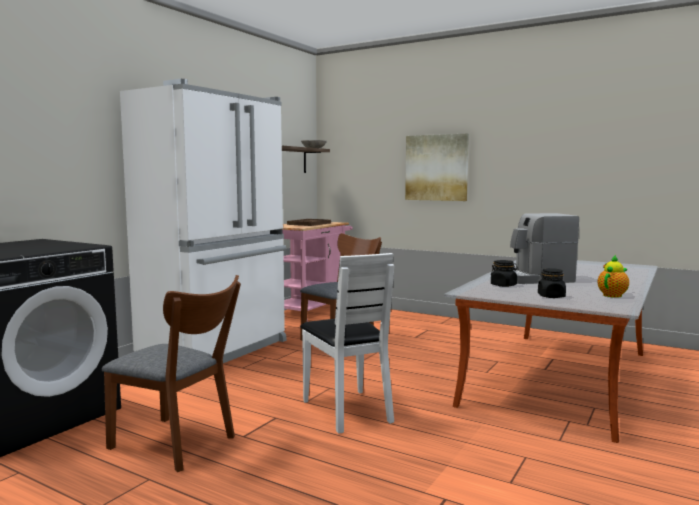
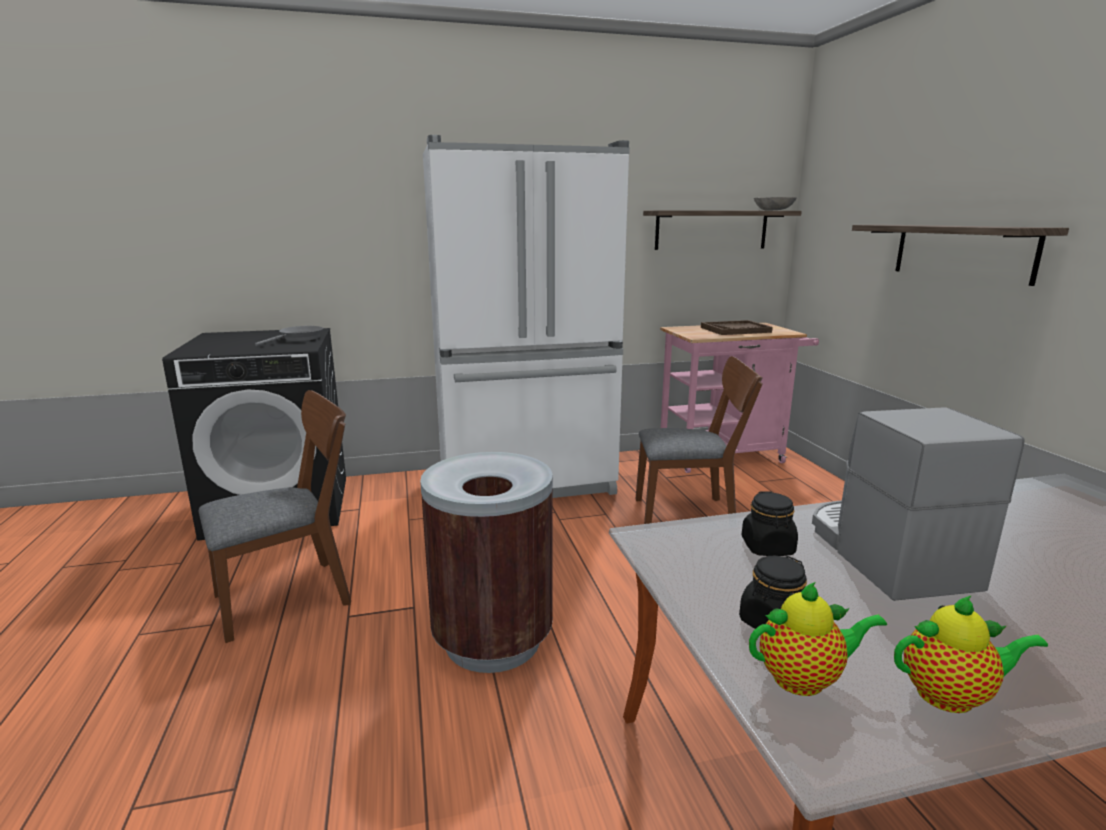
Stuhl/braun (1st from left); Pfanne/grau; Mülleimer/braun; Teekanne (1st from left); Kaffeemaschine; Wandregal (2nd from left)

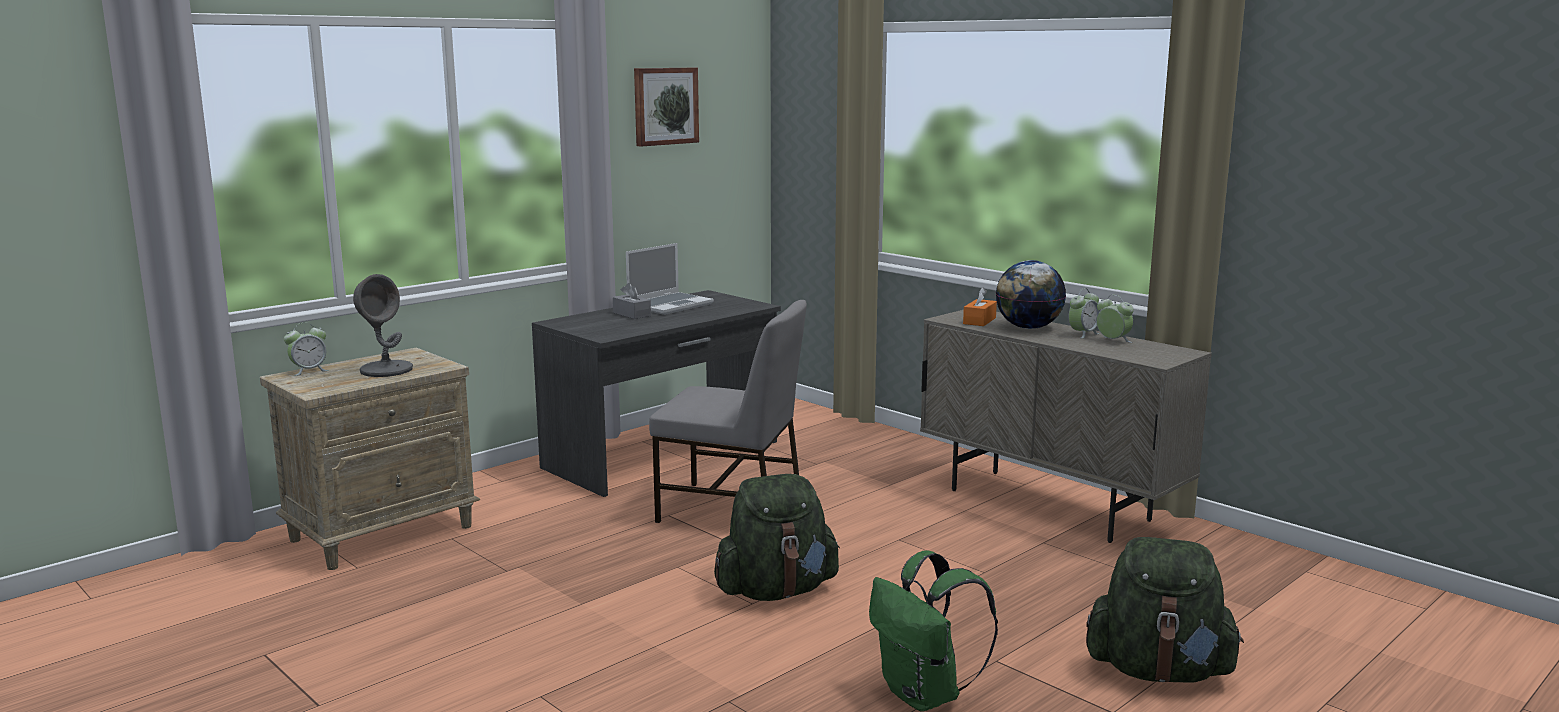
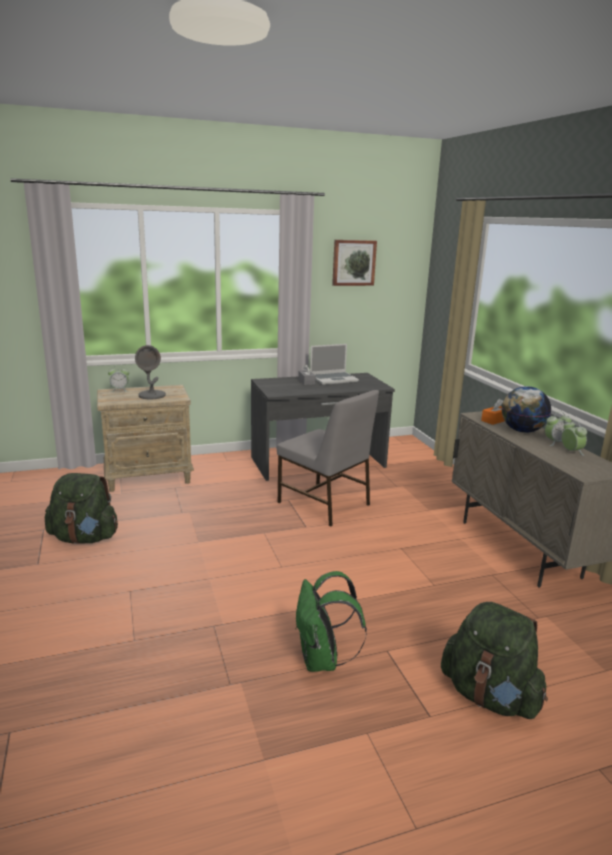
Rucksack/grün (1st from left)

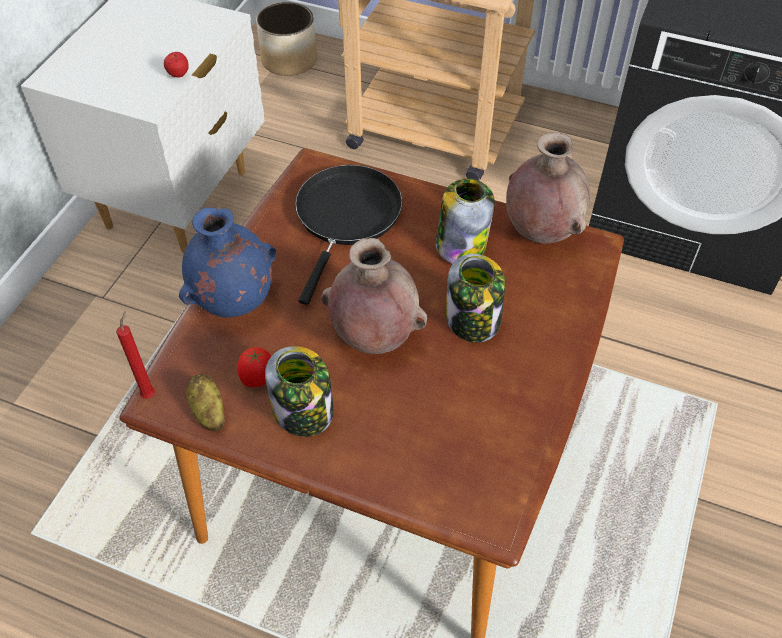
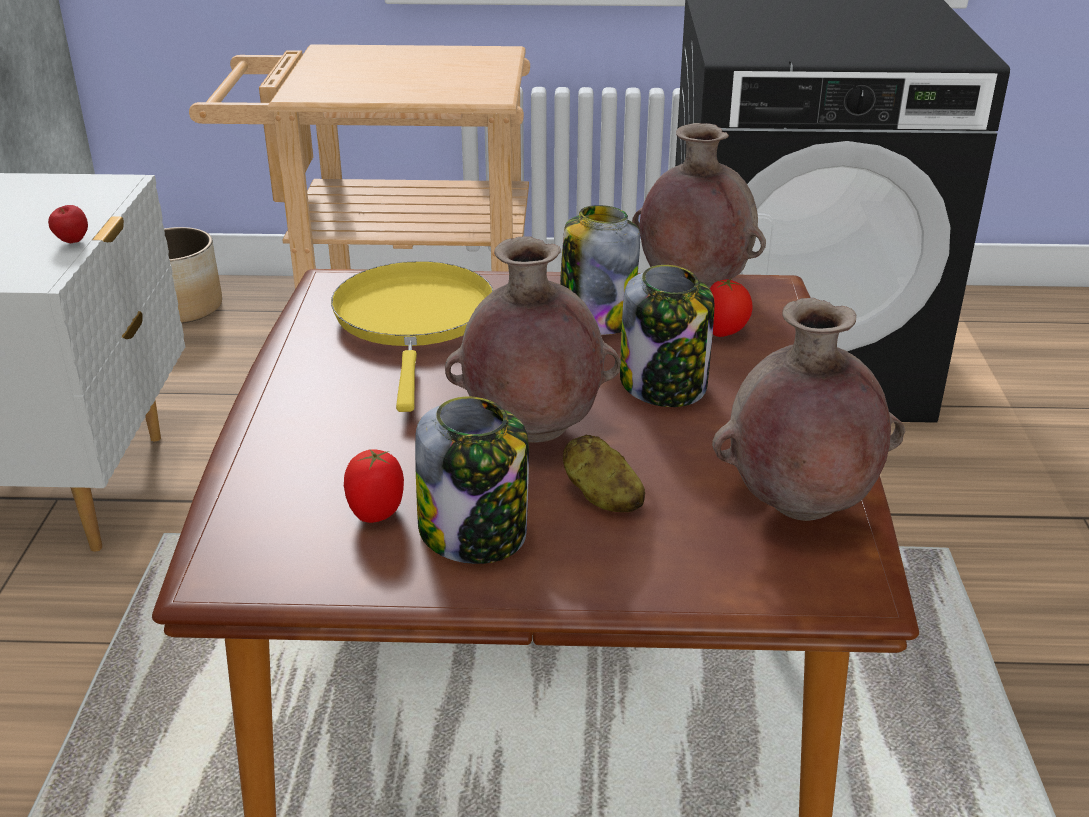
Pfanne/gelb; Kartoffel; Tomate (2nd from left); Vase/braun (3rd from left); Kerze/rot; Vase/blau

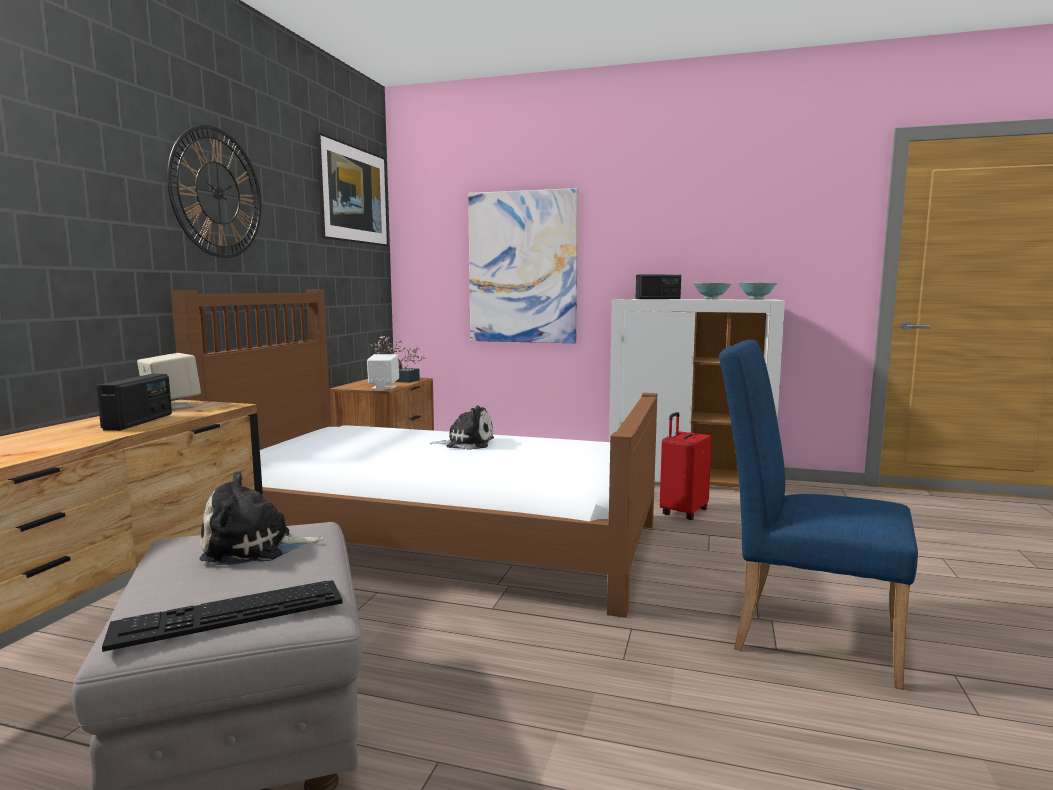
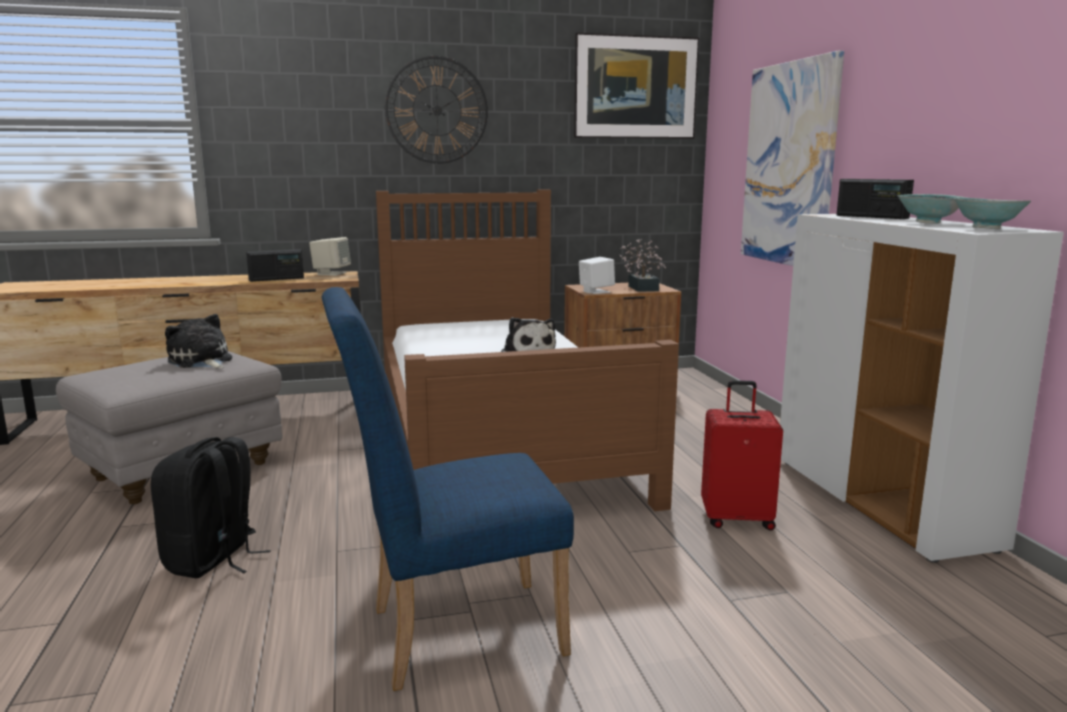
Rucksack/schwarz; Stuhl/blau; Tastatur

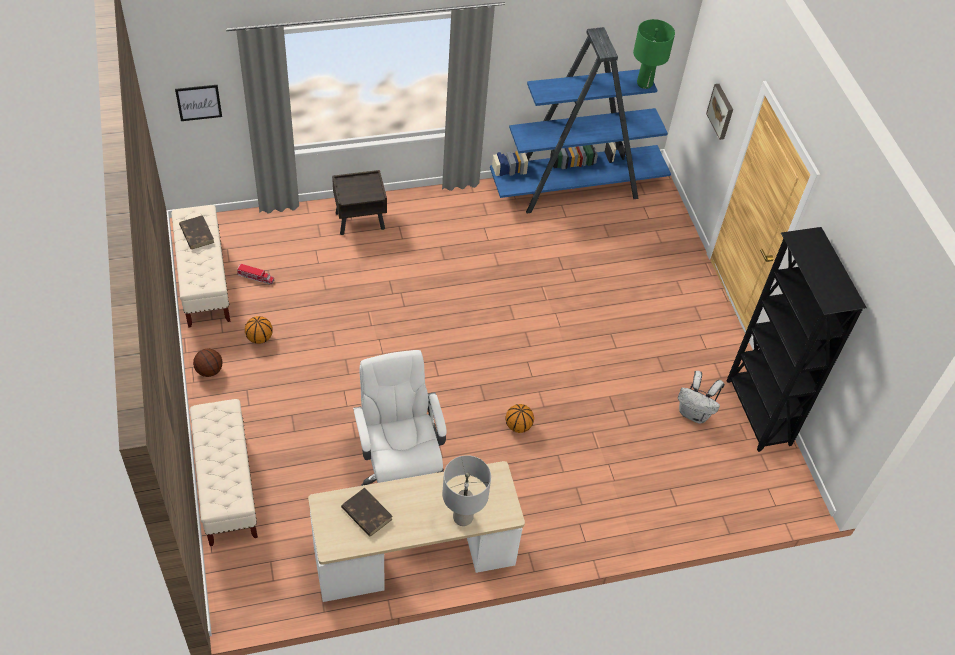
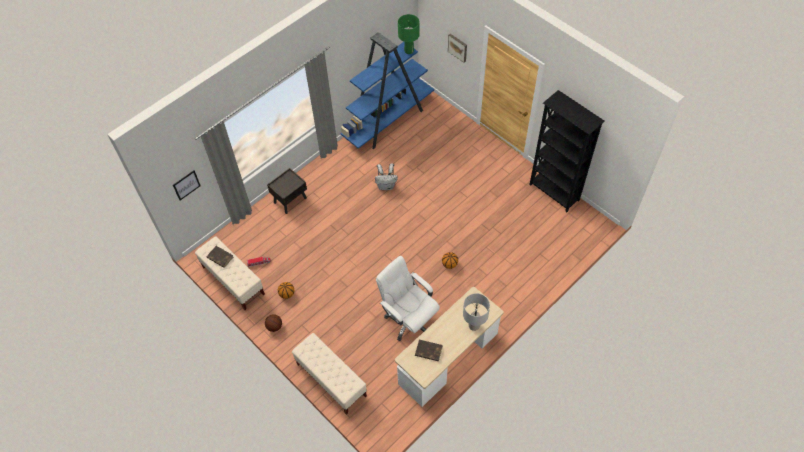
Rucksack/weiß

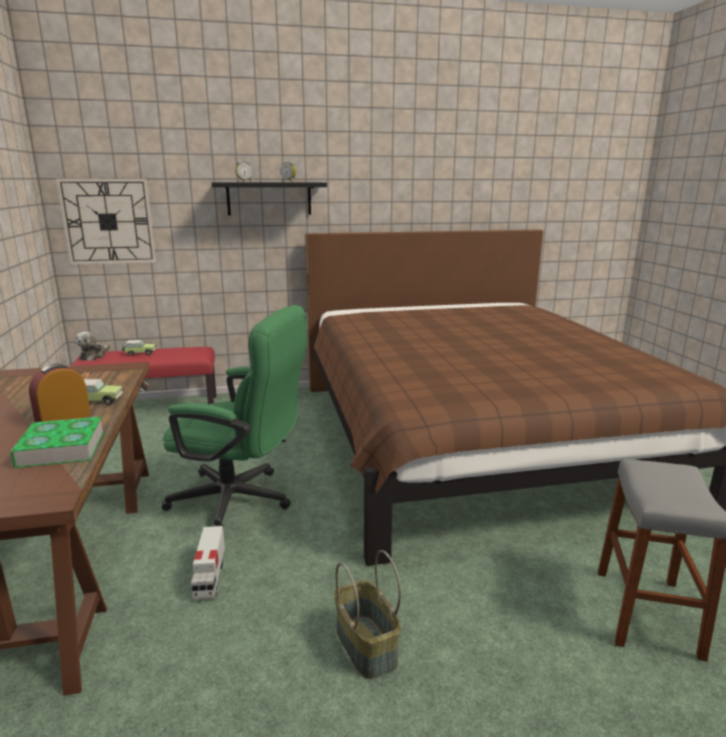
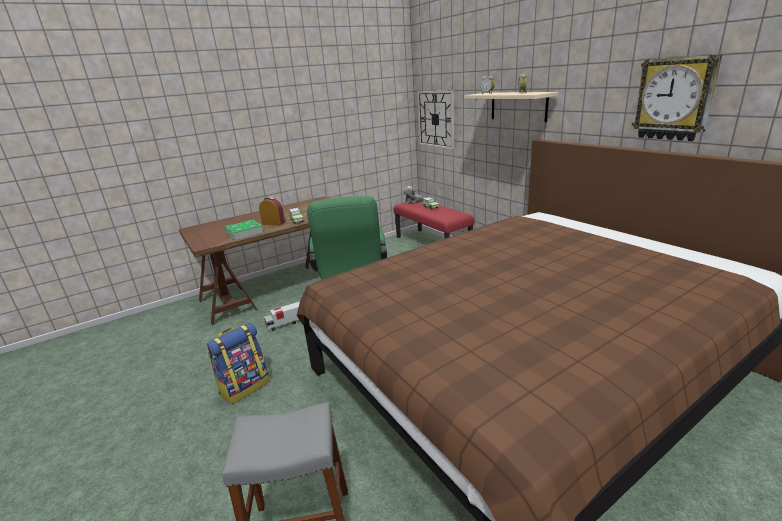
Rucksack; Wandregal/beige; Wanduhr (2nd from left)

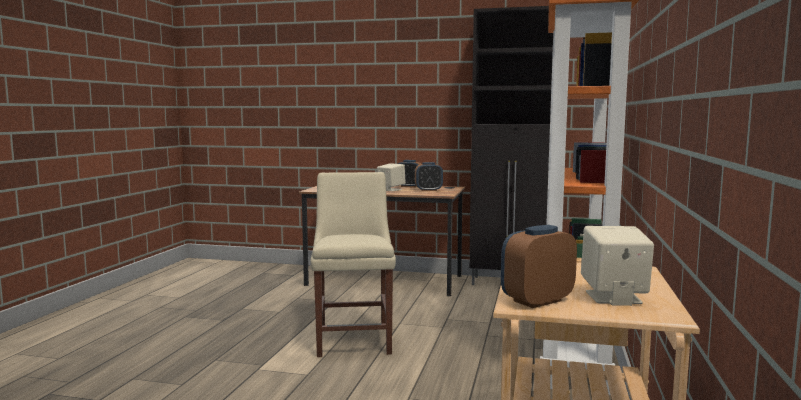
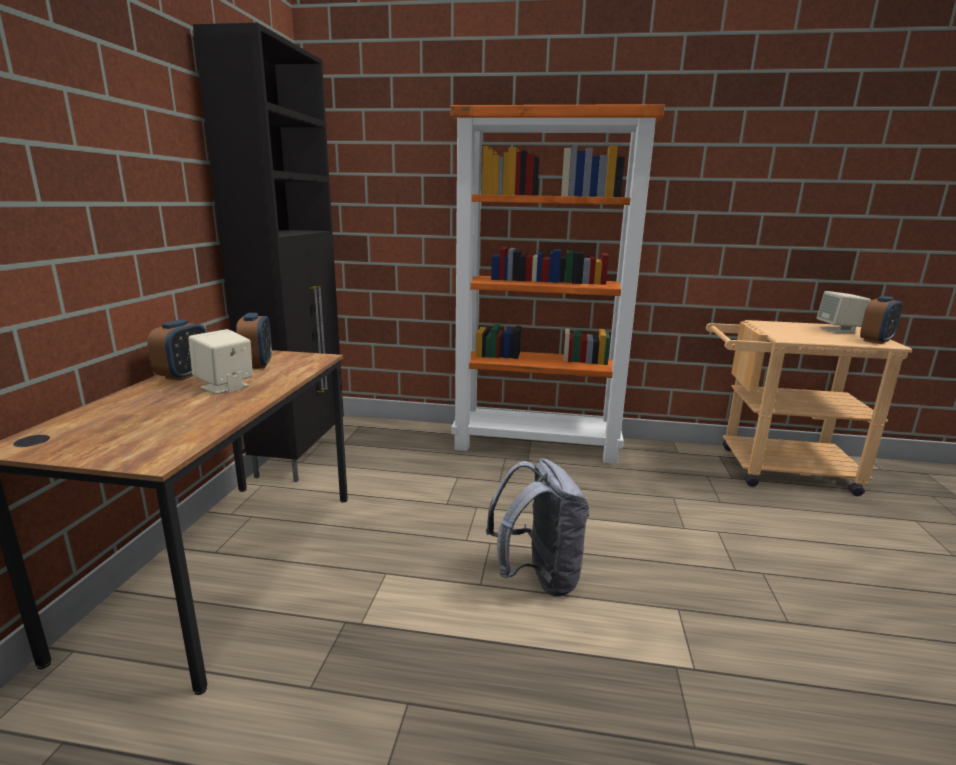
Rucksack/grau; Wecker (3rd from left)

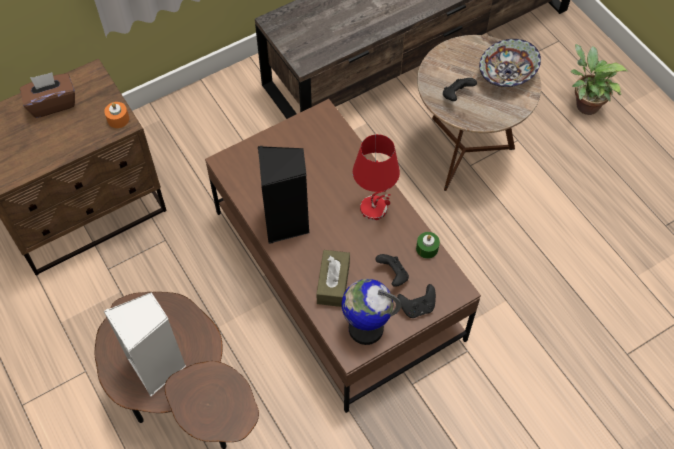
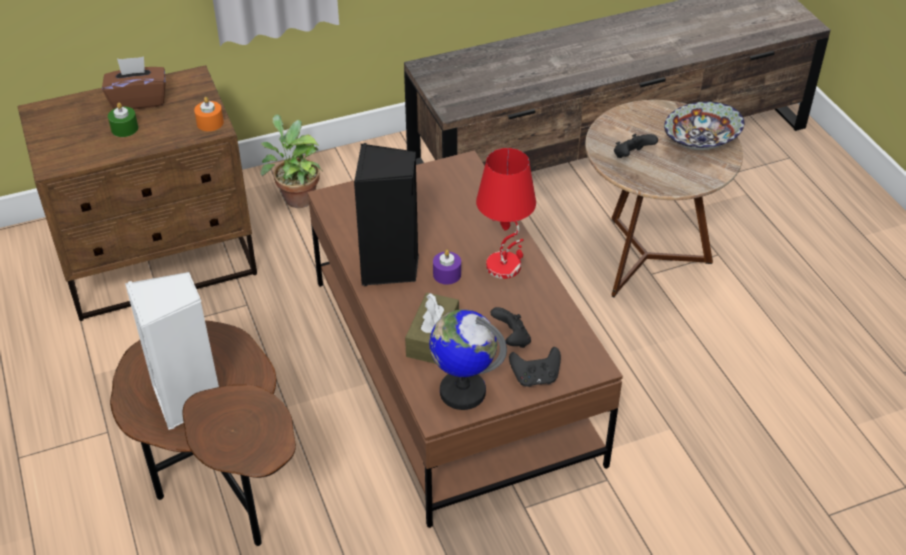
Kerze/grün; Topfpflanze; Kerze/lila

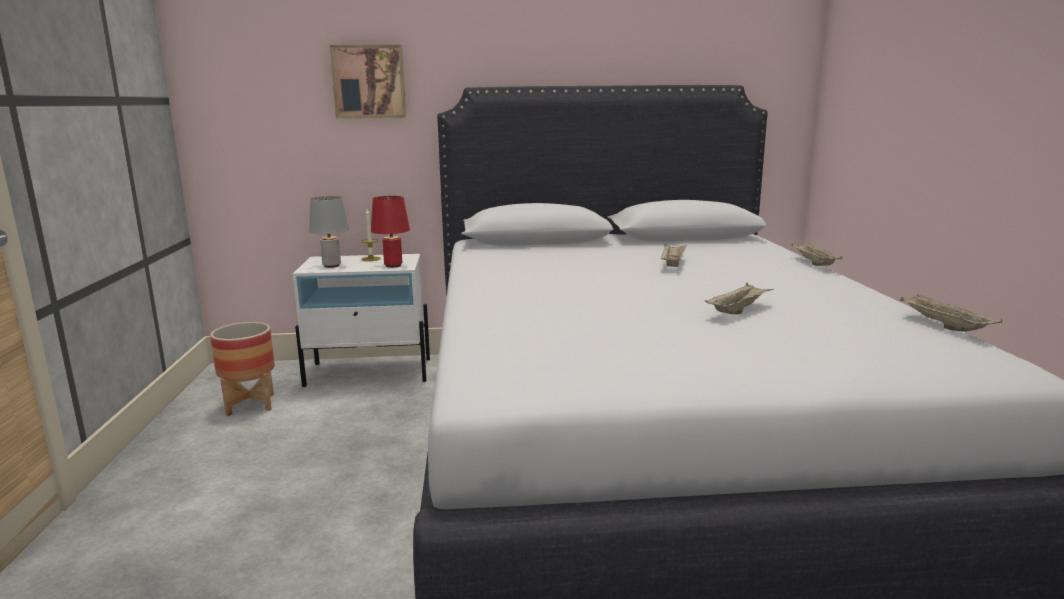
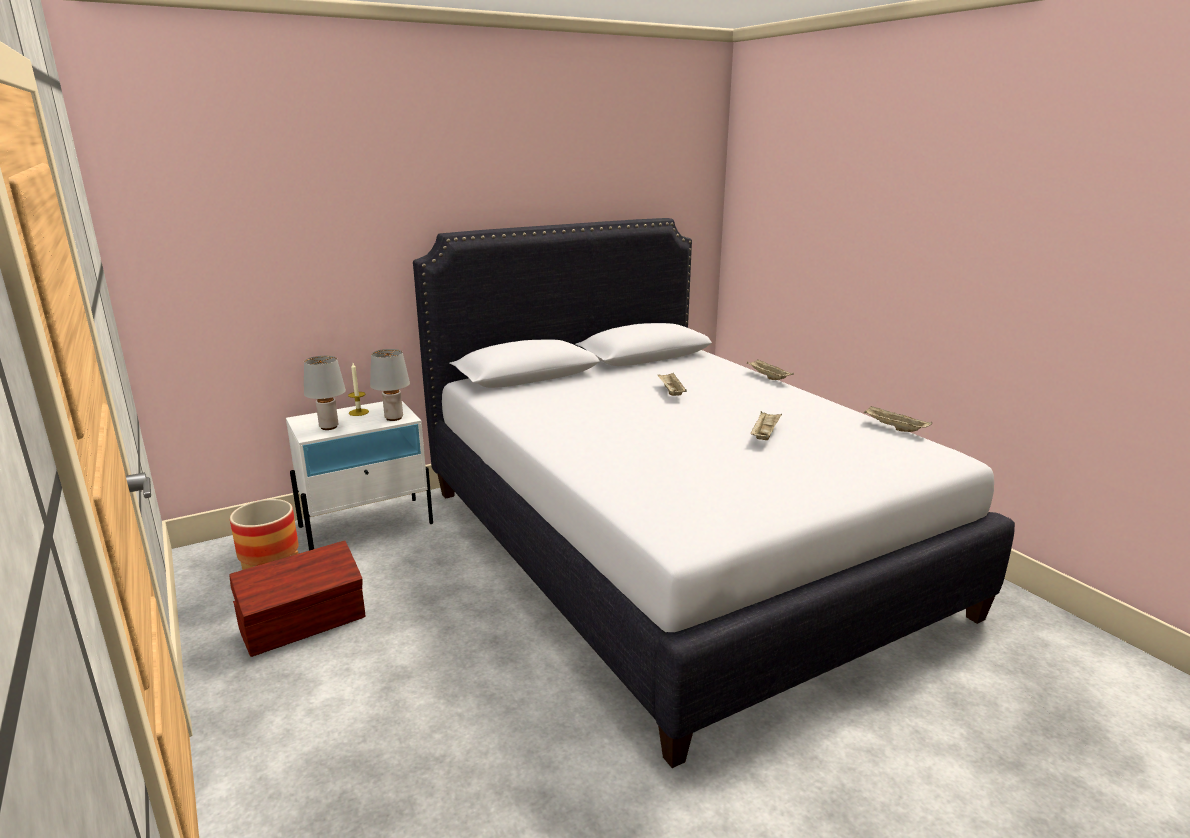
Aufbewahrungsbox/braun; Tischlampe/grau (2nd from left); Bild

